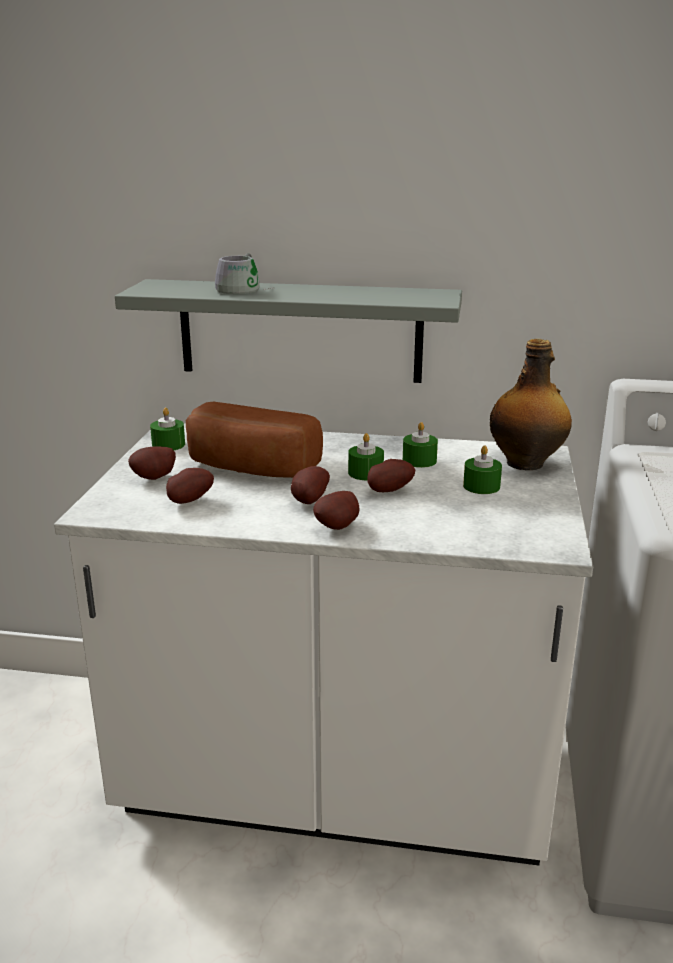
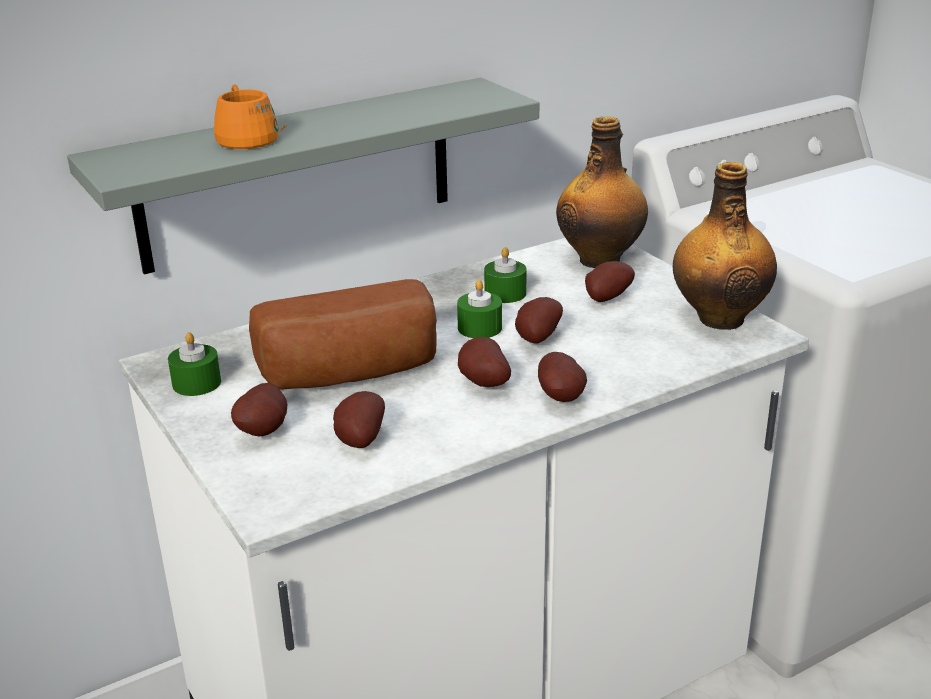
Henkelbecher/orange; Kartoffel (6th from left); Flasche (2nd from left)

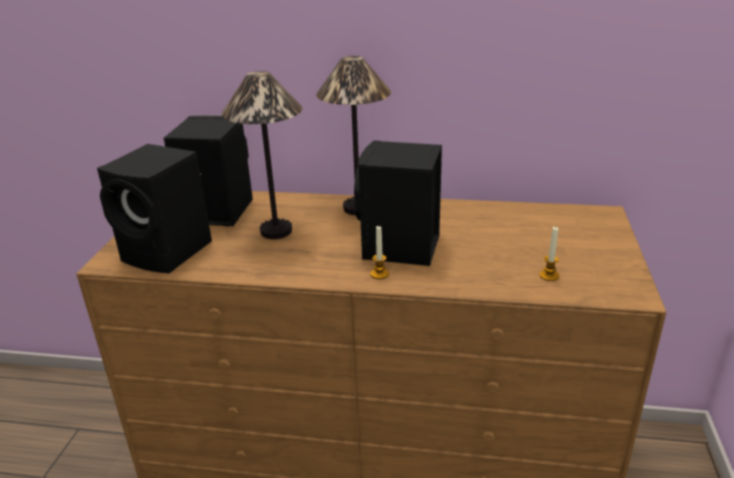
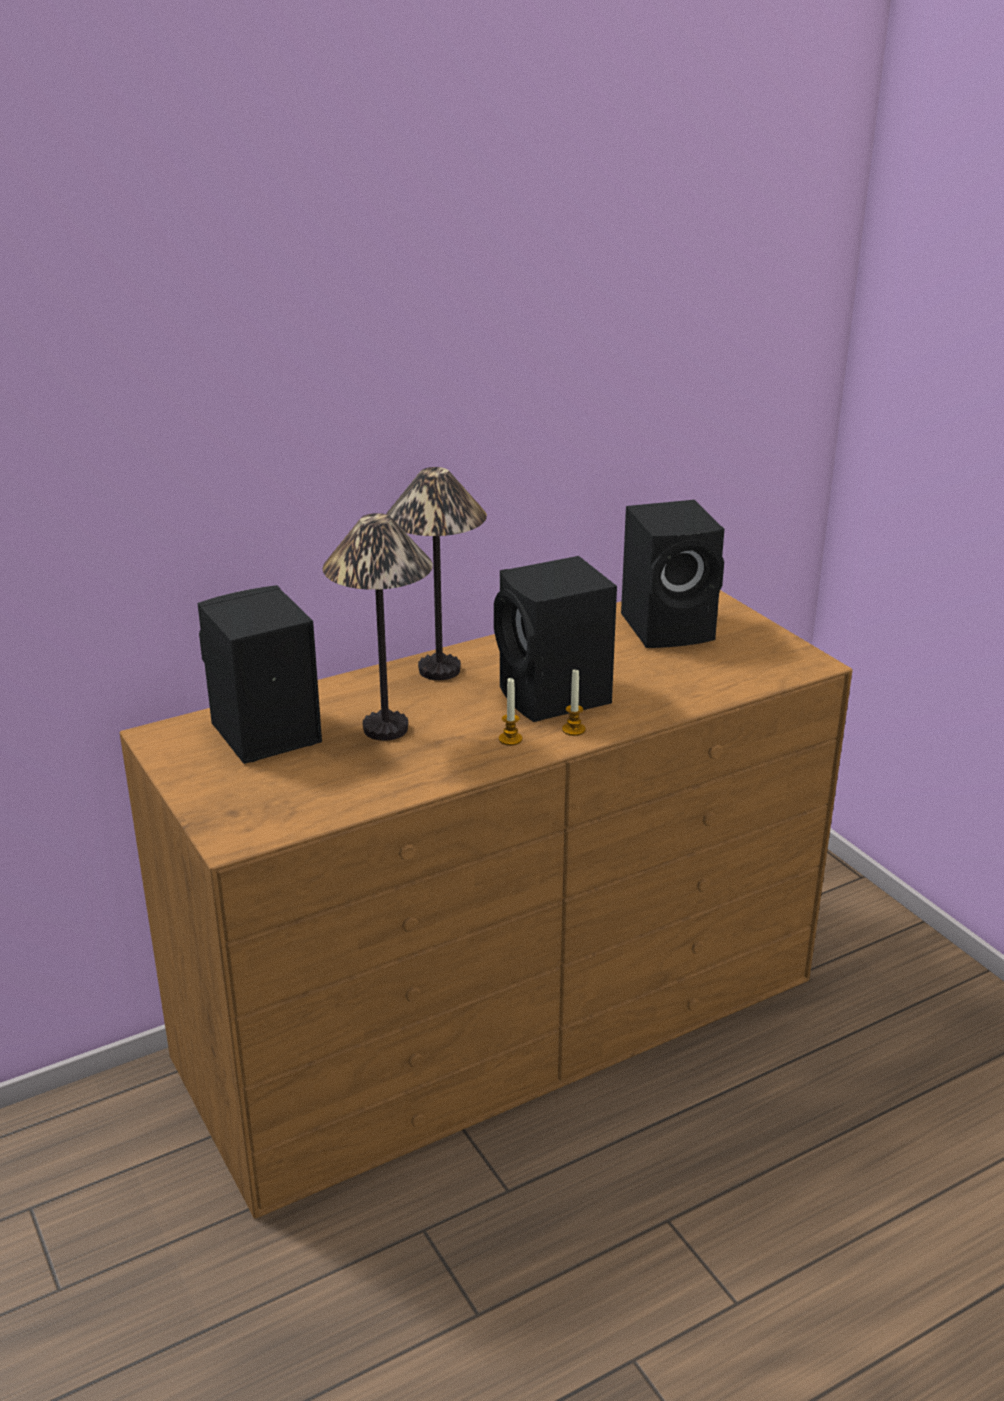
Kerze (1st from left); Lautsprecher/schwarz (3rd from left)

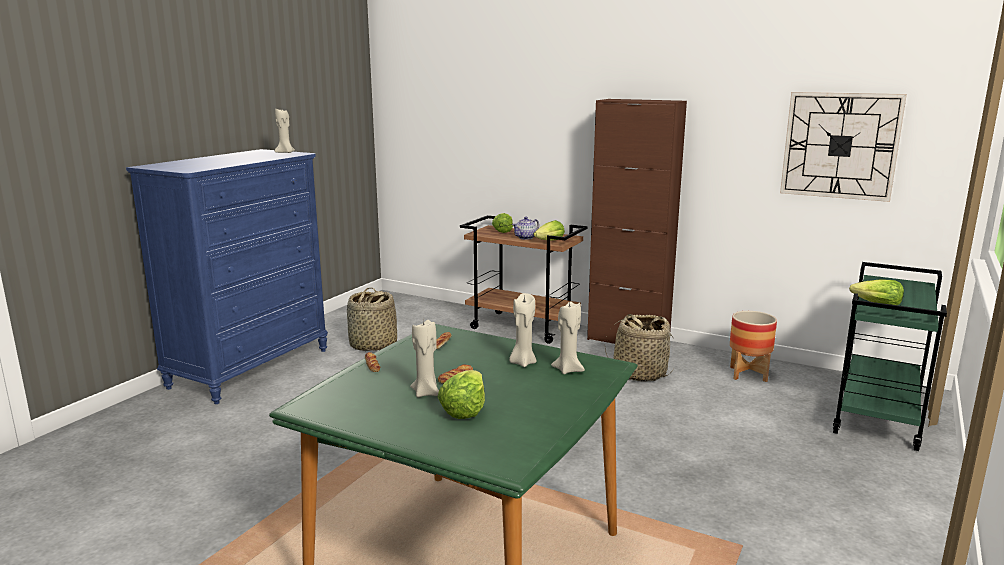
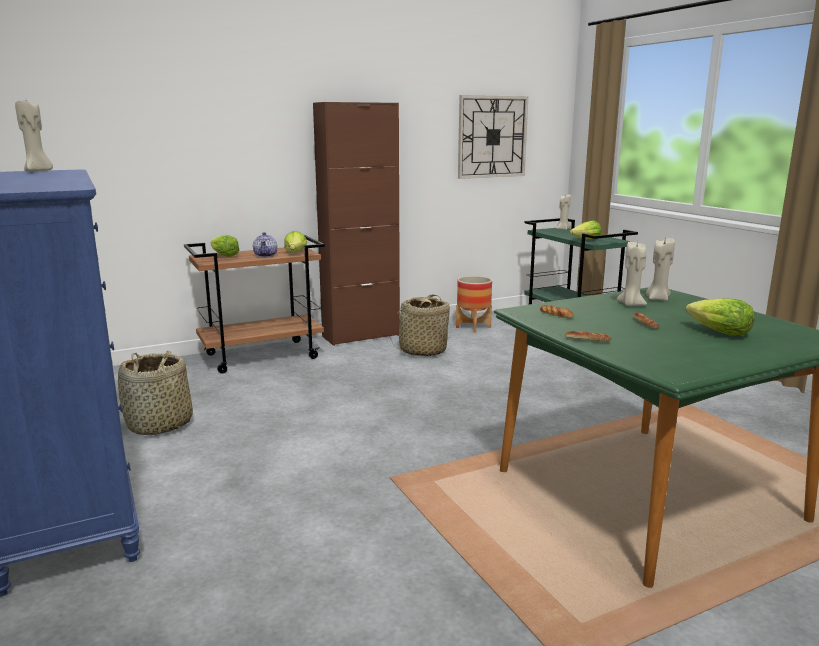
Kerze/beige (2nd from left)

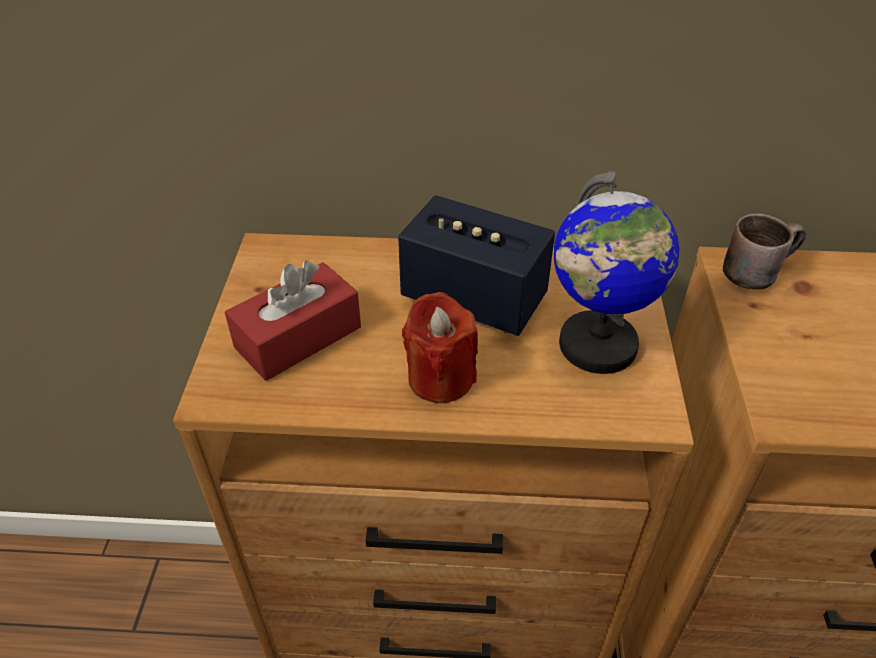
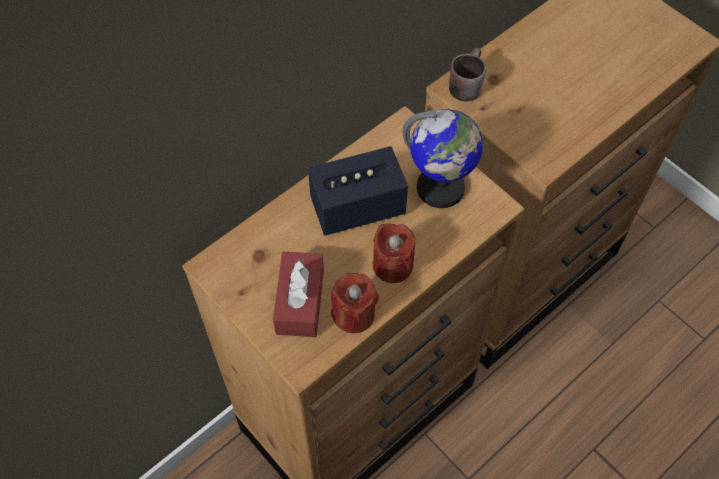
Kerze/rot (1st from left)

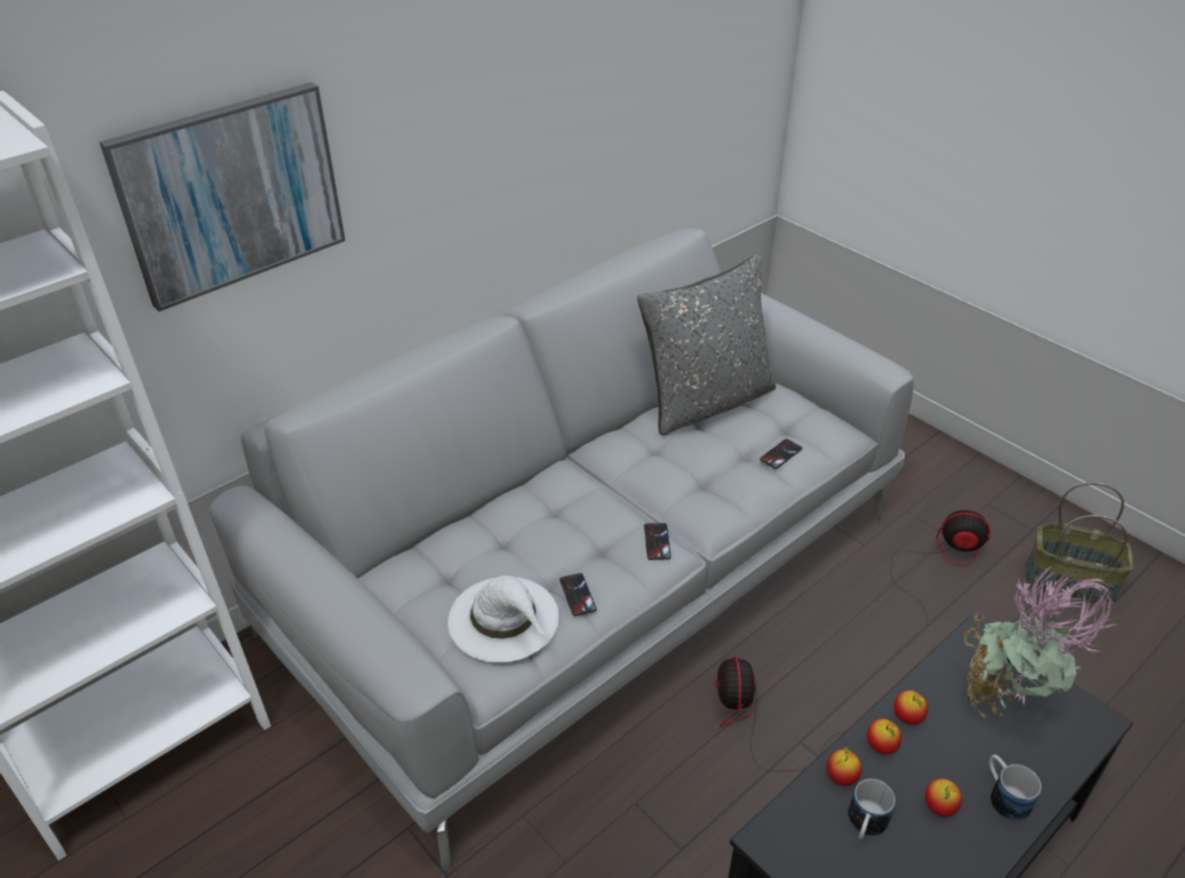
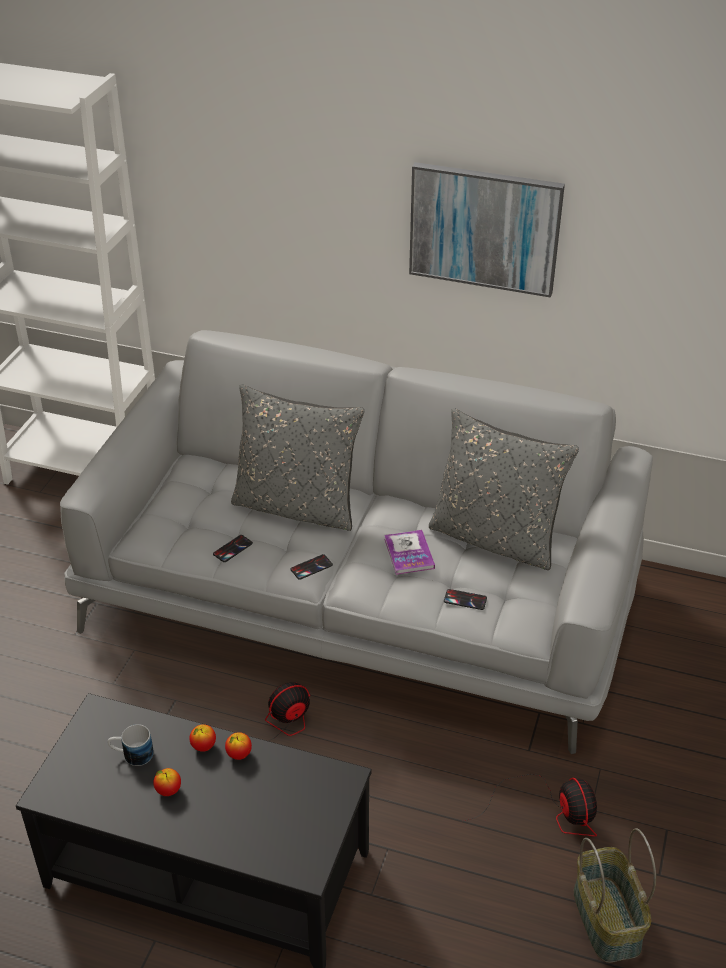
Kissen/grau (1st from left); Buch; Bild; Hut/weiß; Apfel (1st from left in the first image); Topfpflanze; Henkelbecher (2nd from left in the first image)

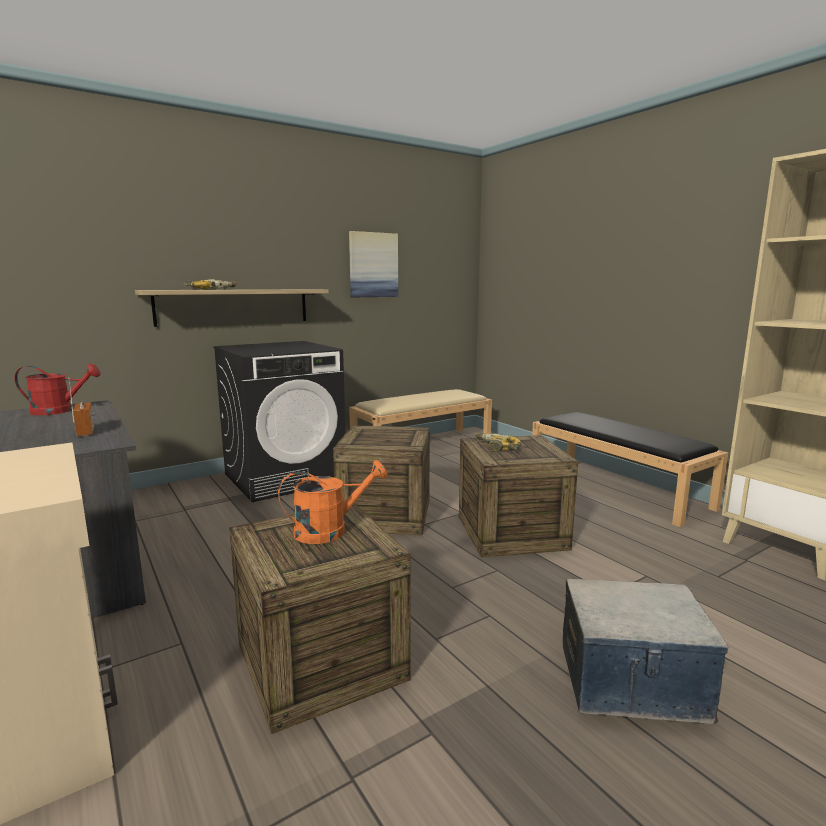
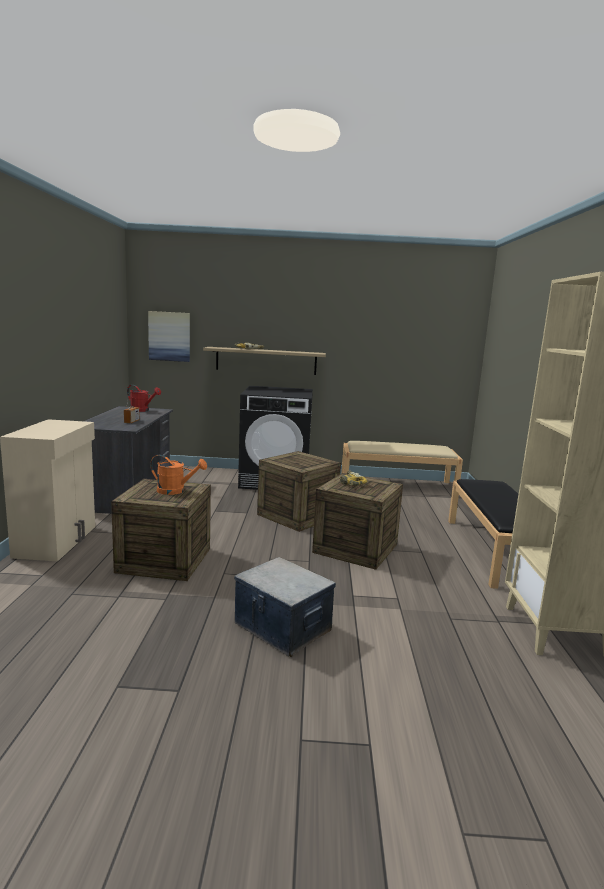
Bild

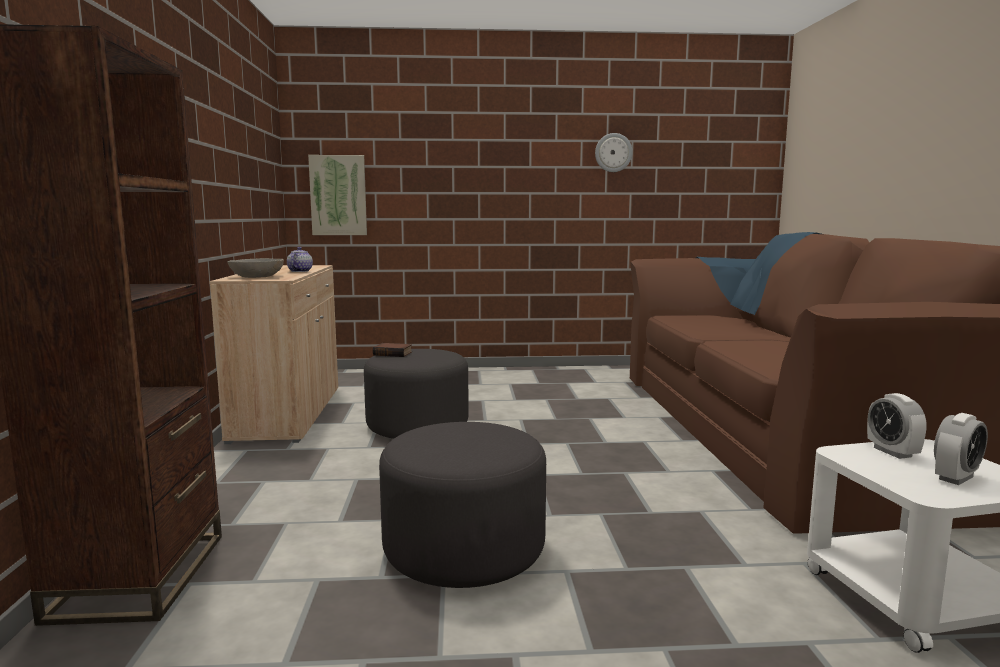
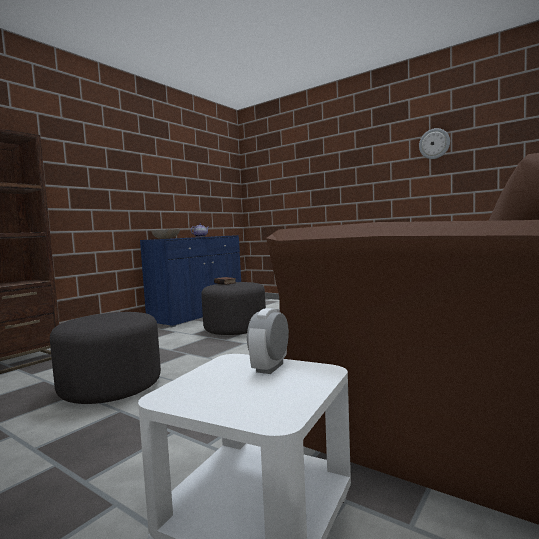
Schrank/blau; Bild; Wecker (2nd from left in the first image)

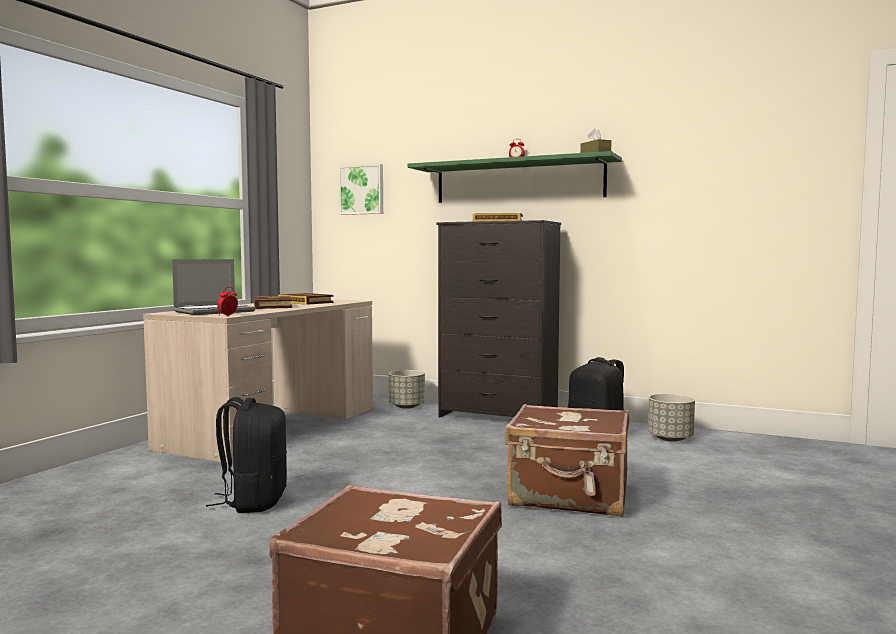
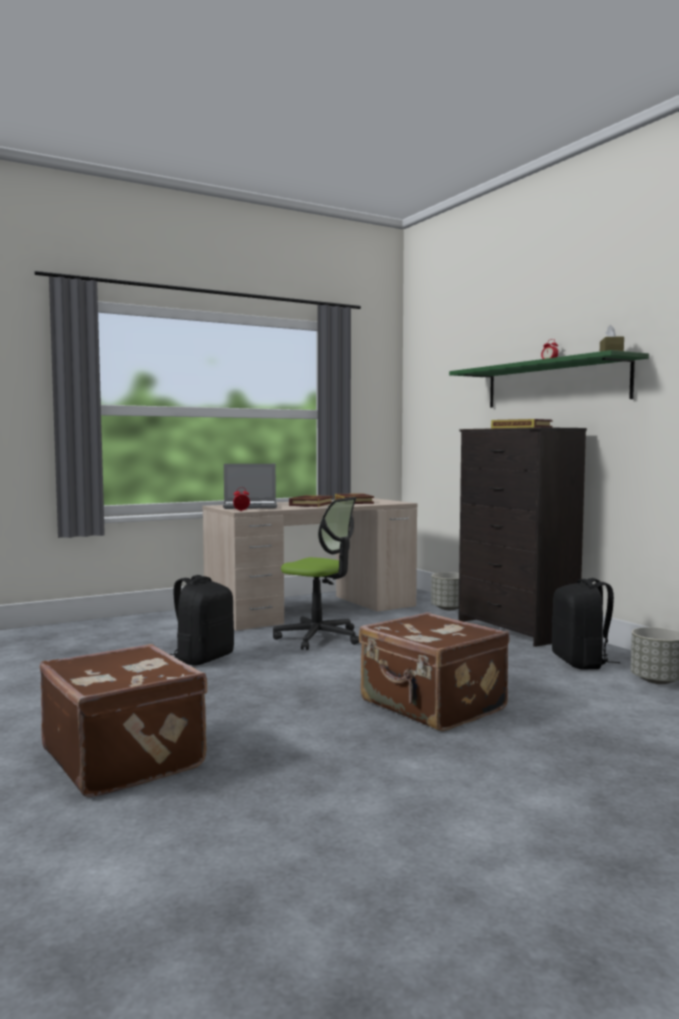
Bürostuhl; Bild

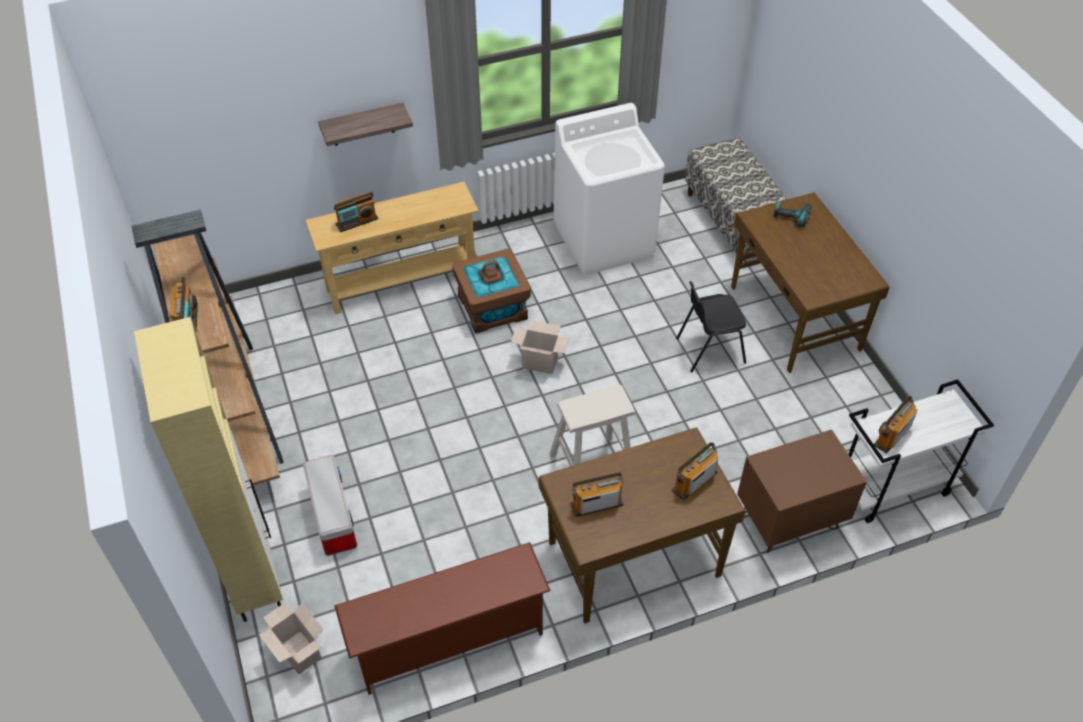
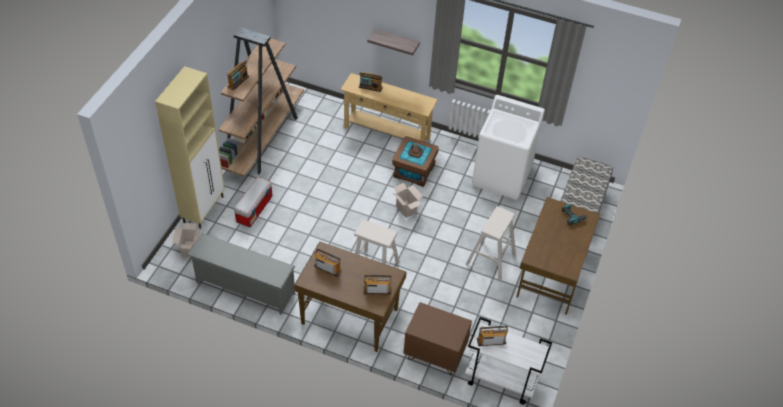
Schuhregal/grau; Hocker/beige (2nd from left)

